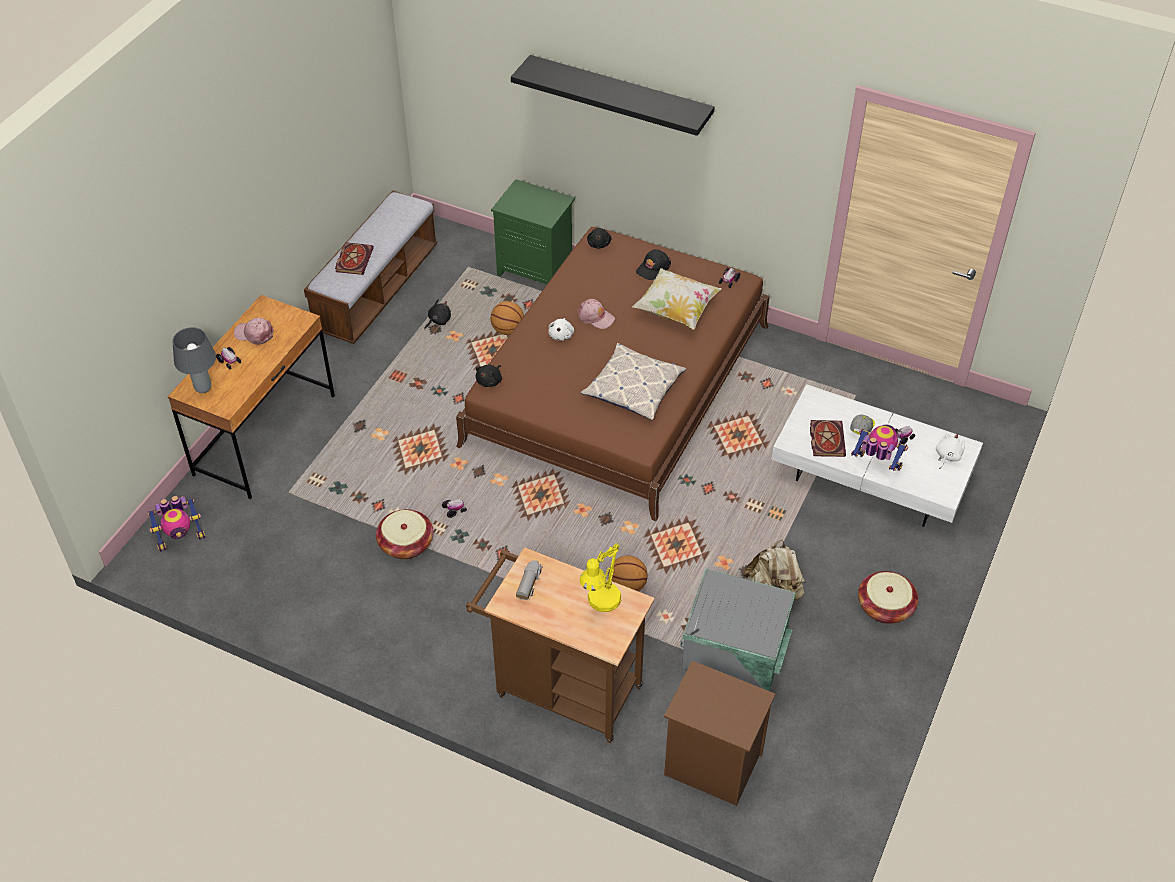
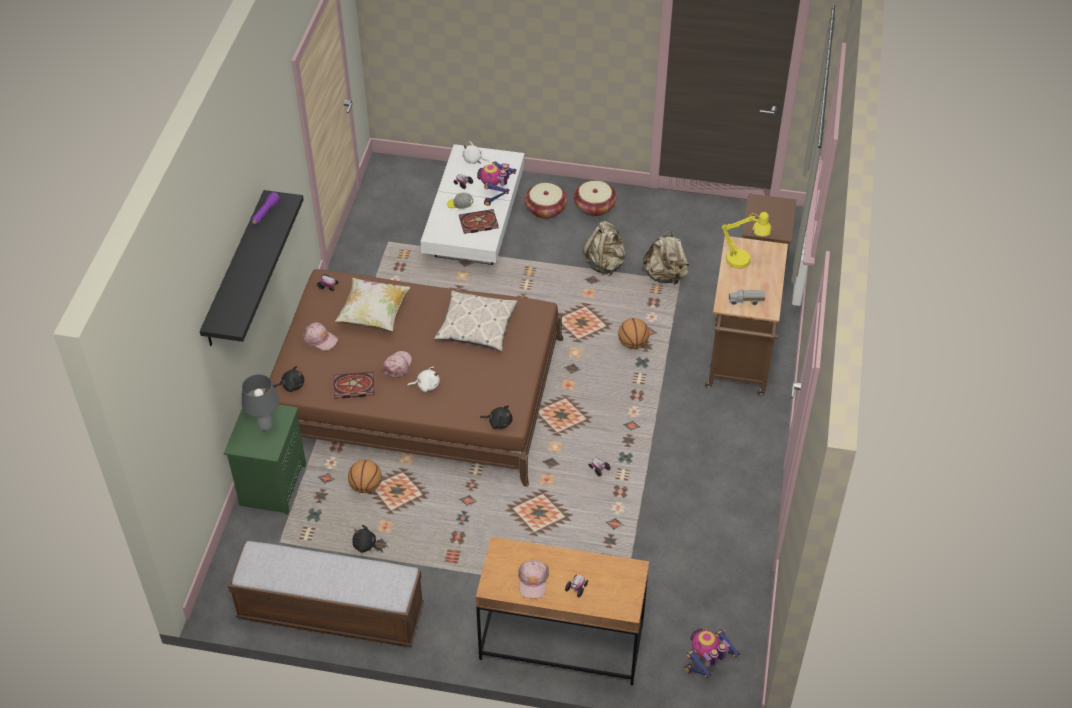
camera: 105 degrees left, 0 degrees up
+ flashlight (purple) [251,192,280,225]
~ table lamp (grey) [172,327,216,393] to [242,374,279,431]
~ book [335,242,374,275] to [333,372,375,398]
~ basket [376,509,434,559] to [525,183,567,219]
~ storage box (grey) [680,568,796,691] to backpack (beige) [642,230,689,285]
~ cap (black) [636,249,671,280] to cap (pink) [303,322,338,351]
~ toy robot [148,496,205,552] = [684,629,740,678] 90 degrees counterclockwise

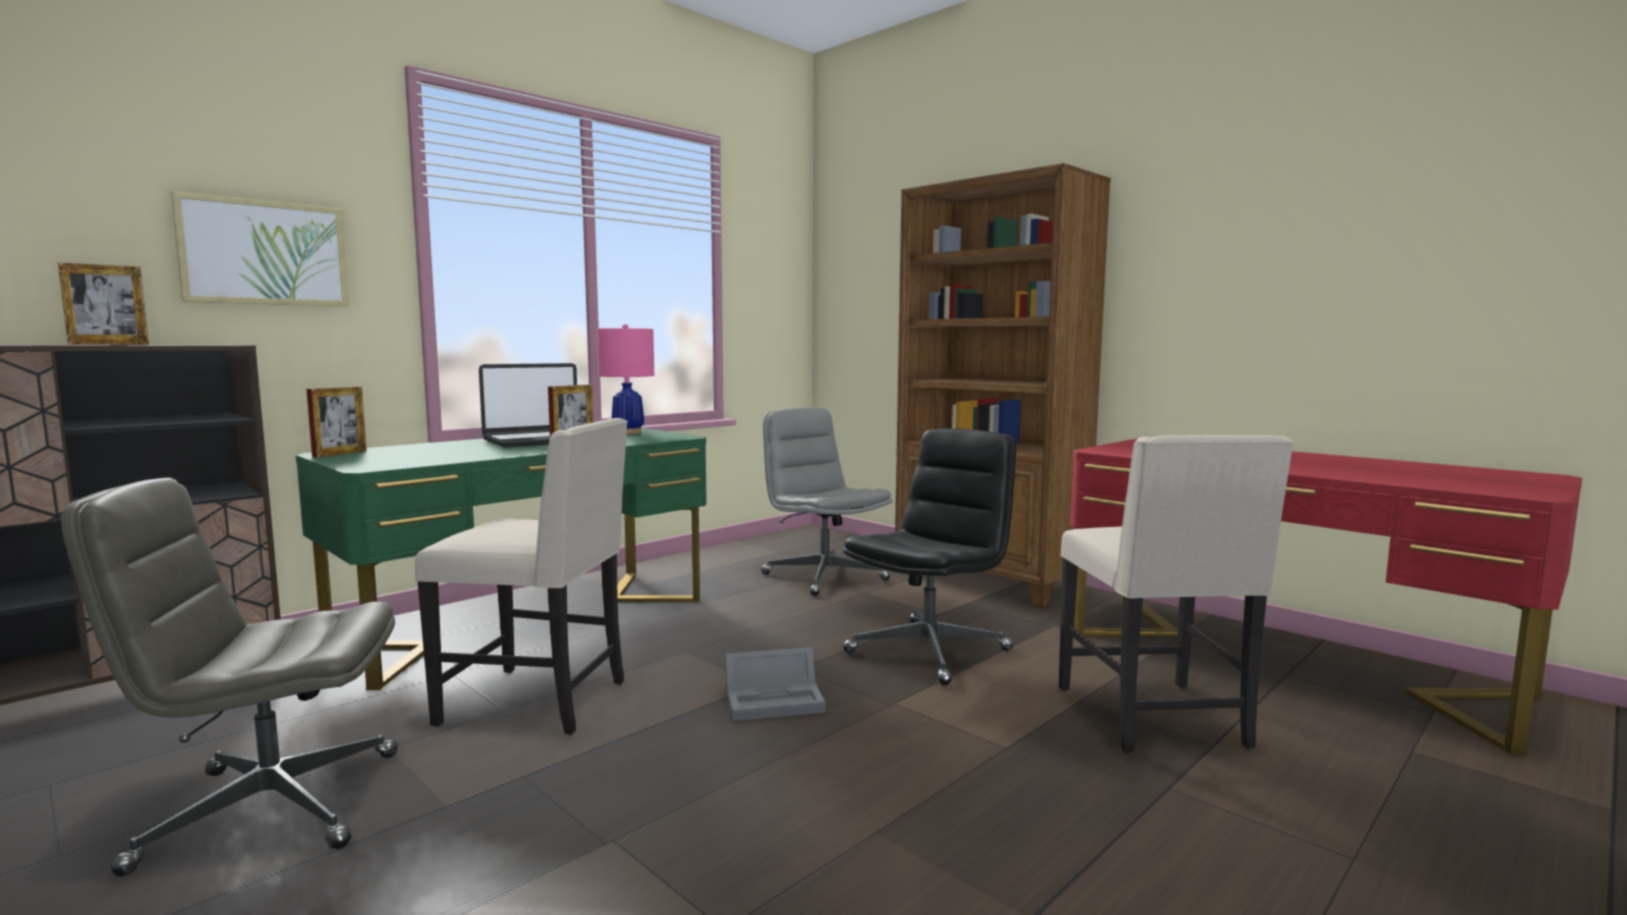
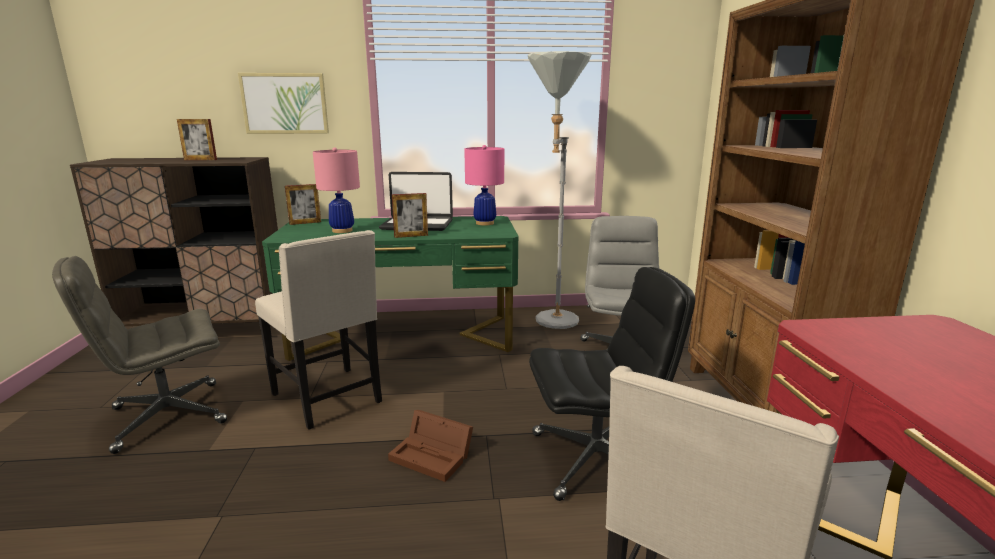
camera: 40 degrees right, 10 degrees up
+ table lamp (pink) [313,147,360,233]
+ floor lamp (grey) [528,51,592,329]
~ storage box (grey) [725,647,825,721] to storage box (brown) [388,410,473,482]
~ office chair (grey) [61,478,398,876] = [52,256,227,454] 60 degrees counterclockwise

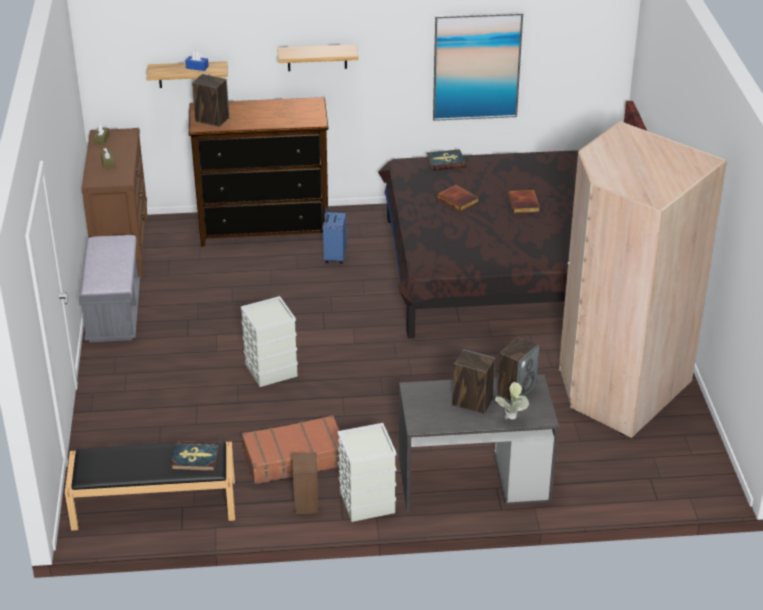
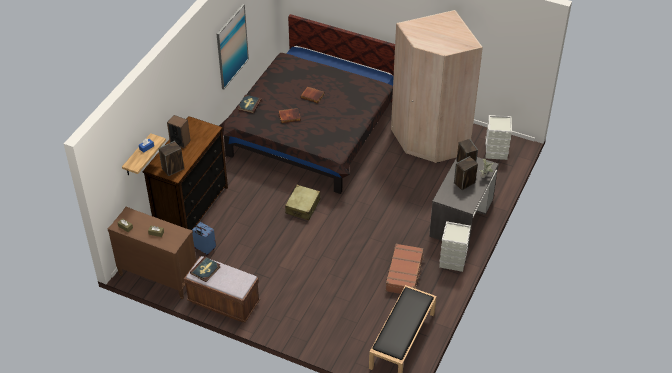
camera: 60 degrees left, 10 degrees up
- shelf [277,44,359,71]
+ suitcase (beige) [285,185,320,220]
~ book [170,441,220,471] to [190,257,221,282]
~ storage box (grey) [241,296,298,387] to [485,115,512,160]
~ speaker [293,453,319,514] to [167,115,191,148]
~ suitcase (blue) [323,205,347,264] to [192,222,216,255]
~ bench (grey) [78,235,140,342] to bench (brown) [184,256,260,323]

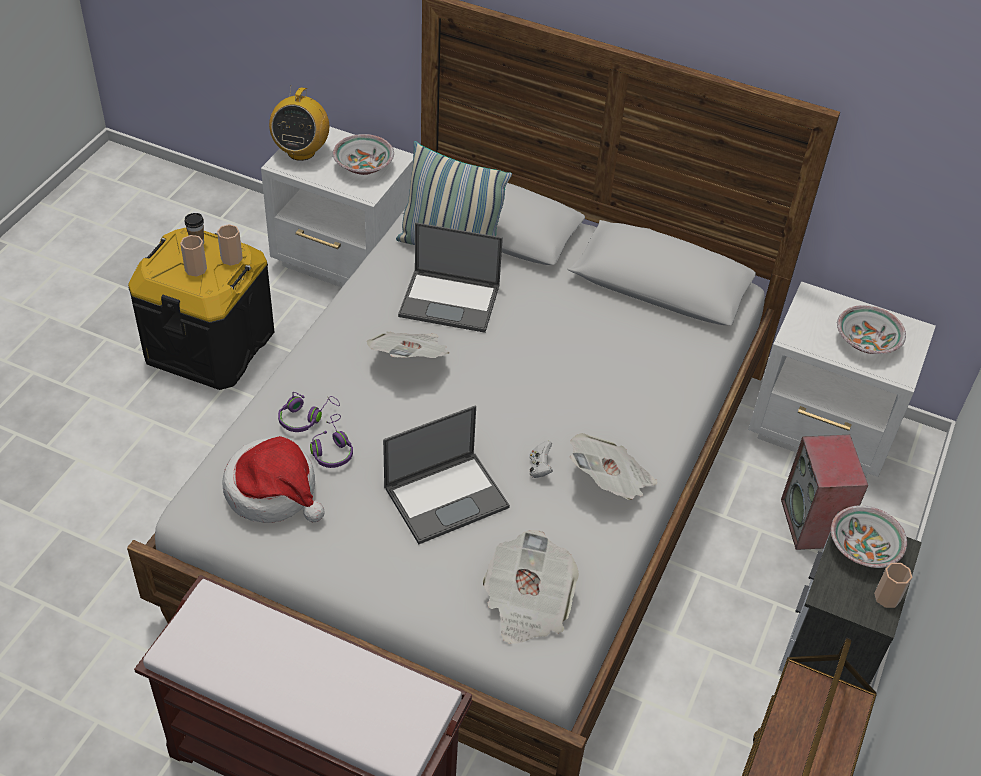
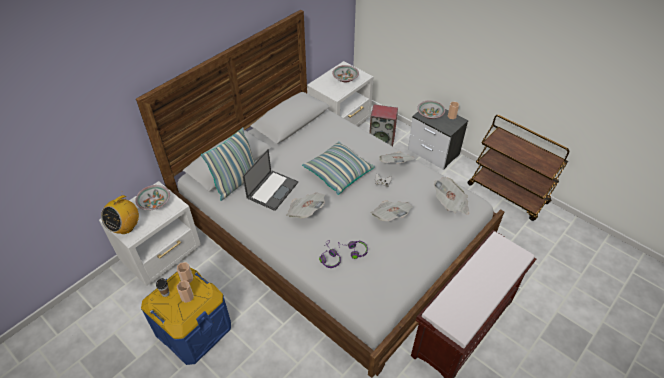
camera: 70 degrees left, 0 degrees up
- hat [222,436,325,523]
+ pillow [302,141,375,195]
~ laptop [383,405,510,544] to newspaper [370,200,413,221]
~ storage box (black) [128,228,274,390] to storage box (blue) [141,268,231,365]
~ radio [269,87,329,161] = [101,191,139,234] 90 degrees clockwise

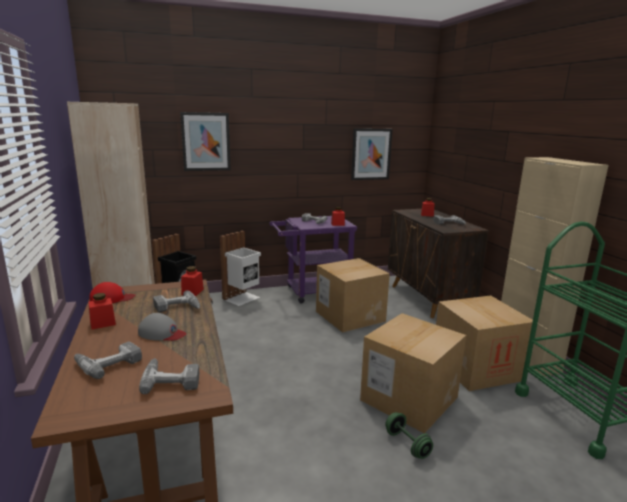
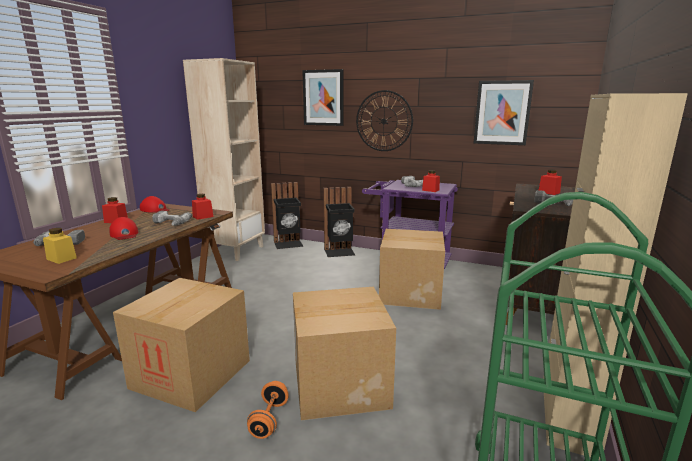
camera: 40 degrees right, 0 degrees up
+ wall clock [356,90,413,151]
~ cardboard box [436,296,533,391] to [113,278,250,412]
~ power drill [139,358,199,394] to jar (yellow) [43,228,77,264]
~ cap (grey) [138,313,186,341] to cap (red) [109,217,139,240]
~ trash can (white) [220,231,261,306] to trash can (black) [323,187,355,257]
~ dumbbell (green) [385,412,433,459] to dumbbell (orange) [247,381,289,439]

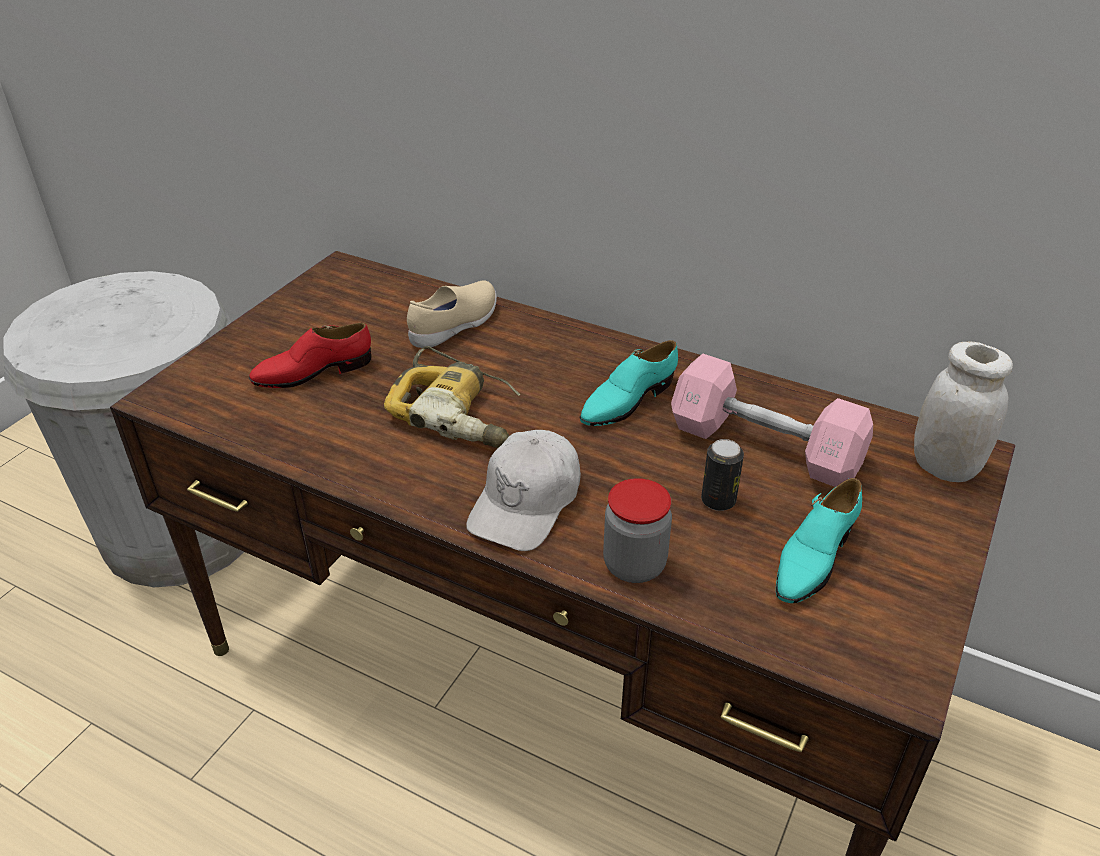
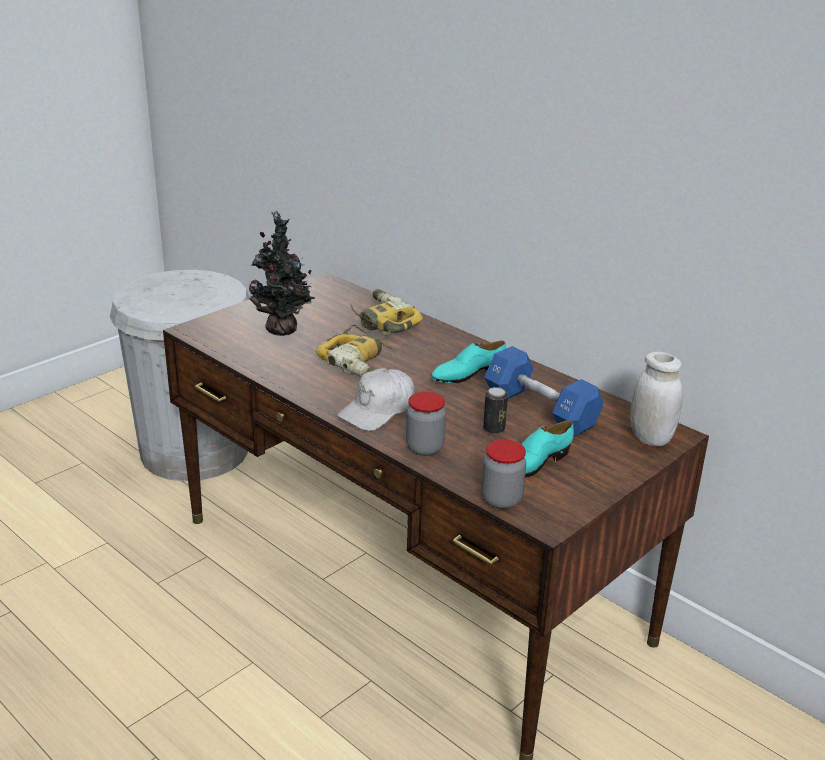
camera: 15 degrees right, 10 degrees down
+ jar [482,440,526,509]
~ shoe (red) [249,323,371,388] to potted plant [249,211,315,336]
~ shoe (beige) [407,280,497,348] to power drill [350,289,423,335]
~ dumbbell (pink) [671,353,873,487] to dumbbell (blue) [484,346,603,437]

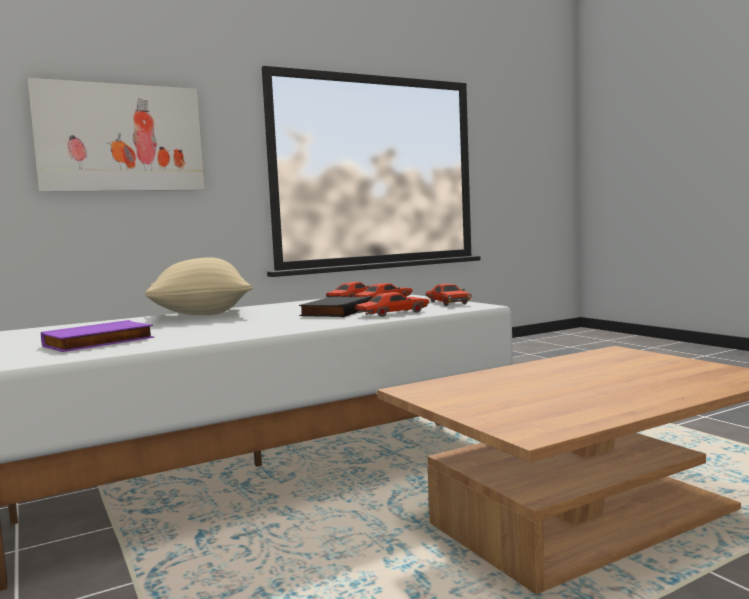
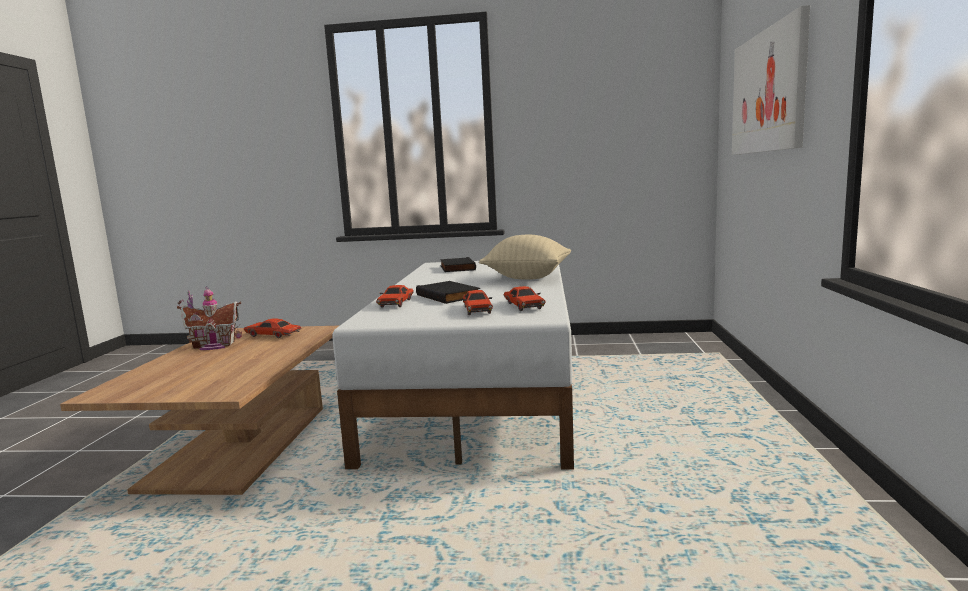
camera: 125 degrees right, 5 degrees up
+ toy house [177,286,242,350]
~ toy car (red) [426,284,472,306] to [244,318,301,338]
~ book (purple) [41,320,154,352] to book (black) [440,257,476,272]

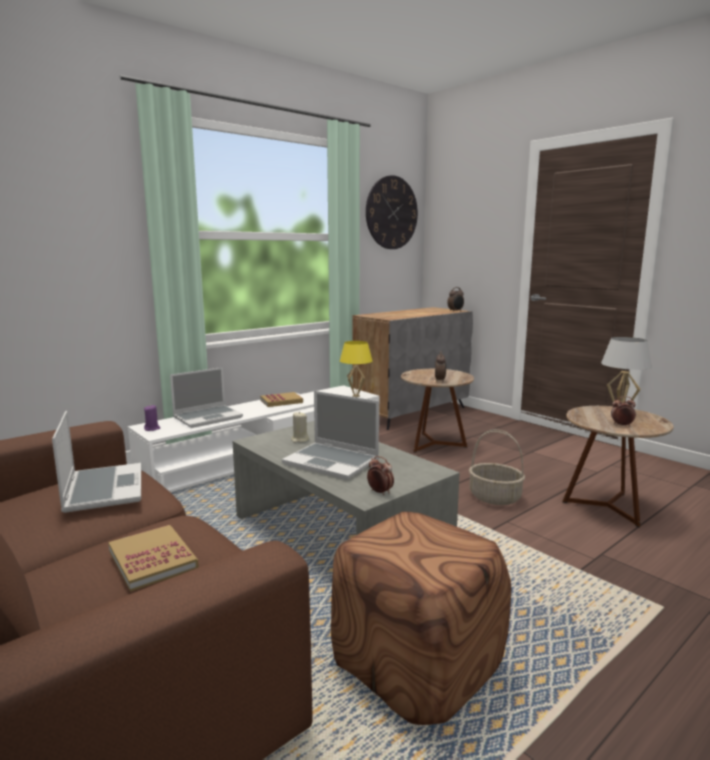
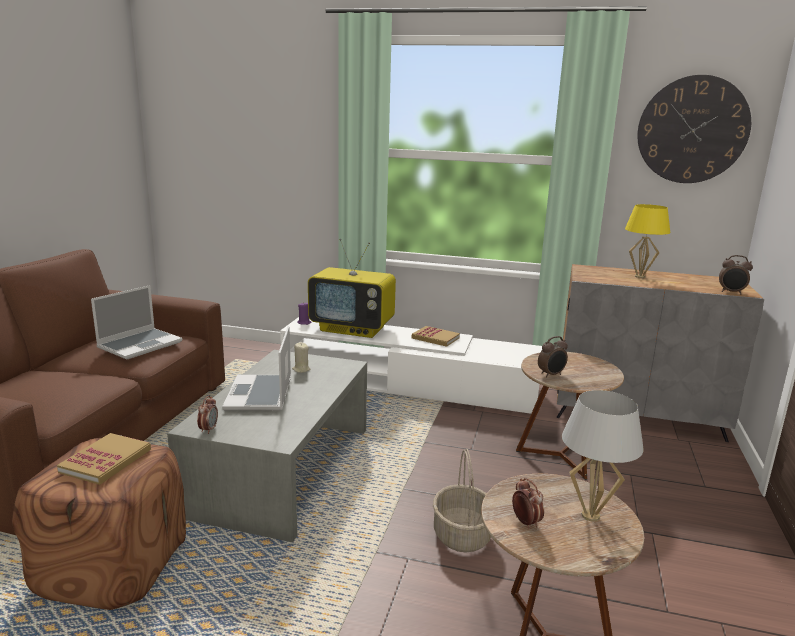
camera: 55 degrees right, 5 degrees up
~ book [108,525,199,592] to [57,433,151,485]
~ table lamp (yellow) [340,341,372,397] to [625,204,670,278]
~ laptop [170,367,243,428] to television [308,239,396,338]

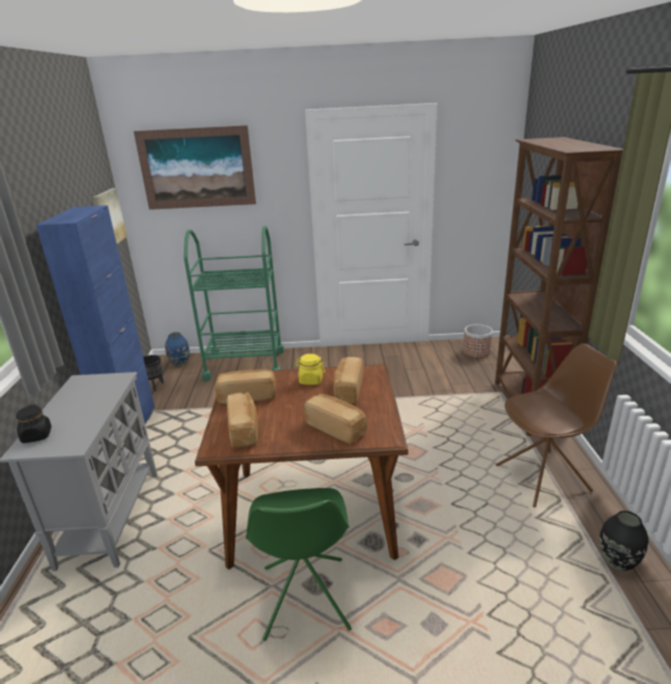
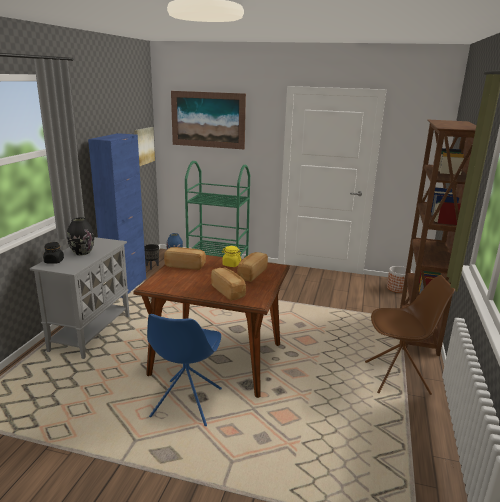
camera: 15 degrees right, 5 degrees down
- bread [227,393,258,448]
~ vase (black) [599,511,648,571] to [67,217,94,255]
~ chair (green) [246,488,352,641] to chair (blue) [147,314,222,426]

